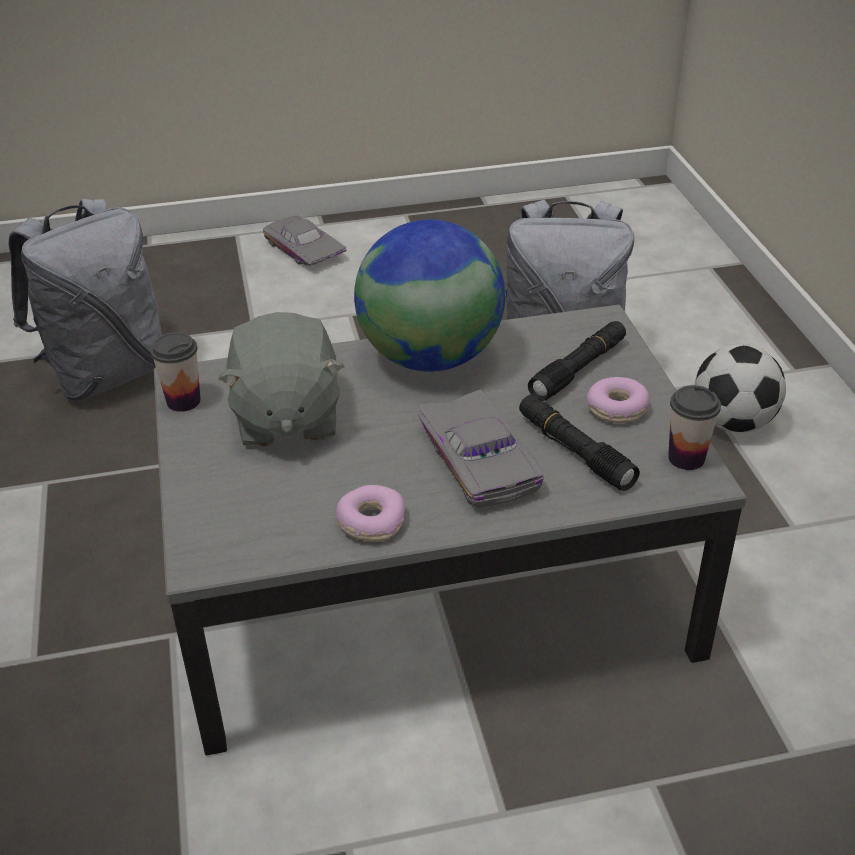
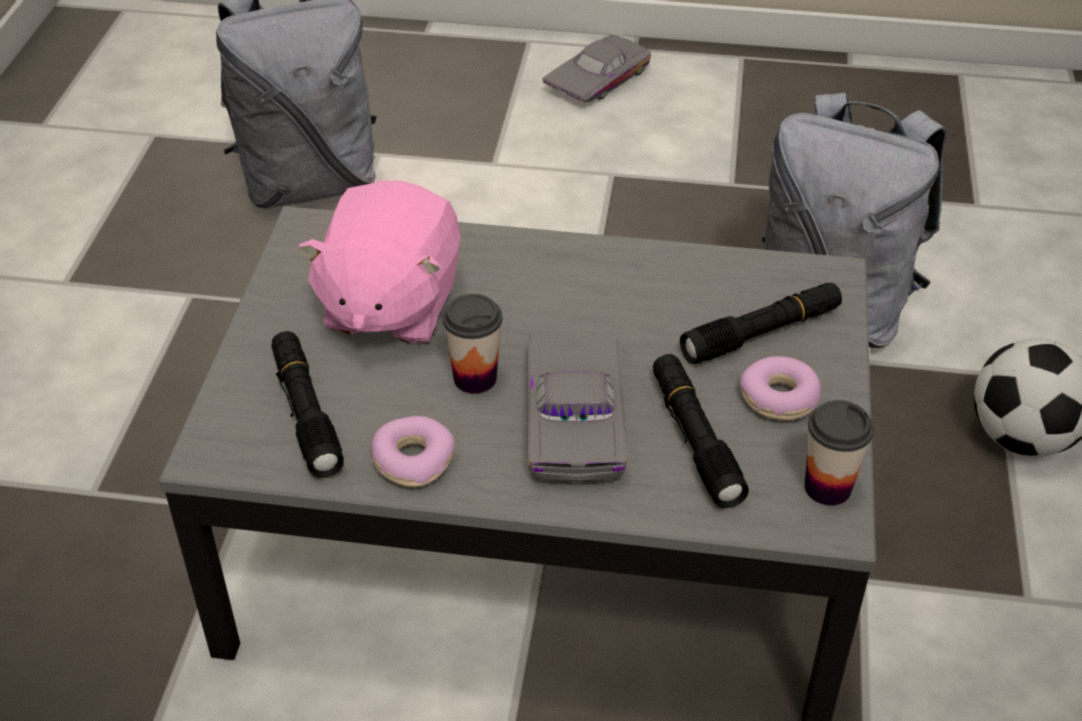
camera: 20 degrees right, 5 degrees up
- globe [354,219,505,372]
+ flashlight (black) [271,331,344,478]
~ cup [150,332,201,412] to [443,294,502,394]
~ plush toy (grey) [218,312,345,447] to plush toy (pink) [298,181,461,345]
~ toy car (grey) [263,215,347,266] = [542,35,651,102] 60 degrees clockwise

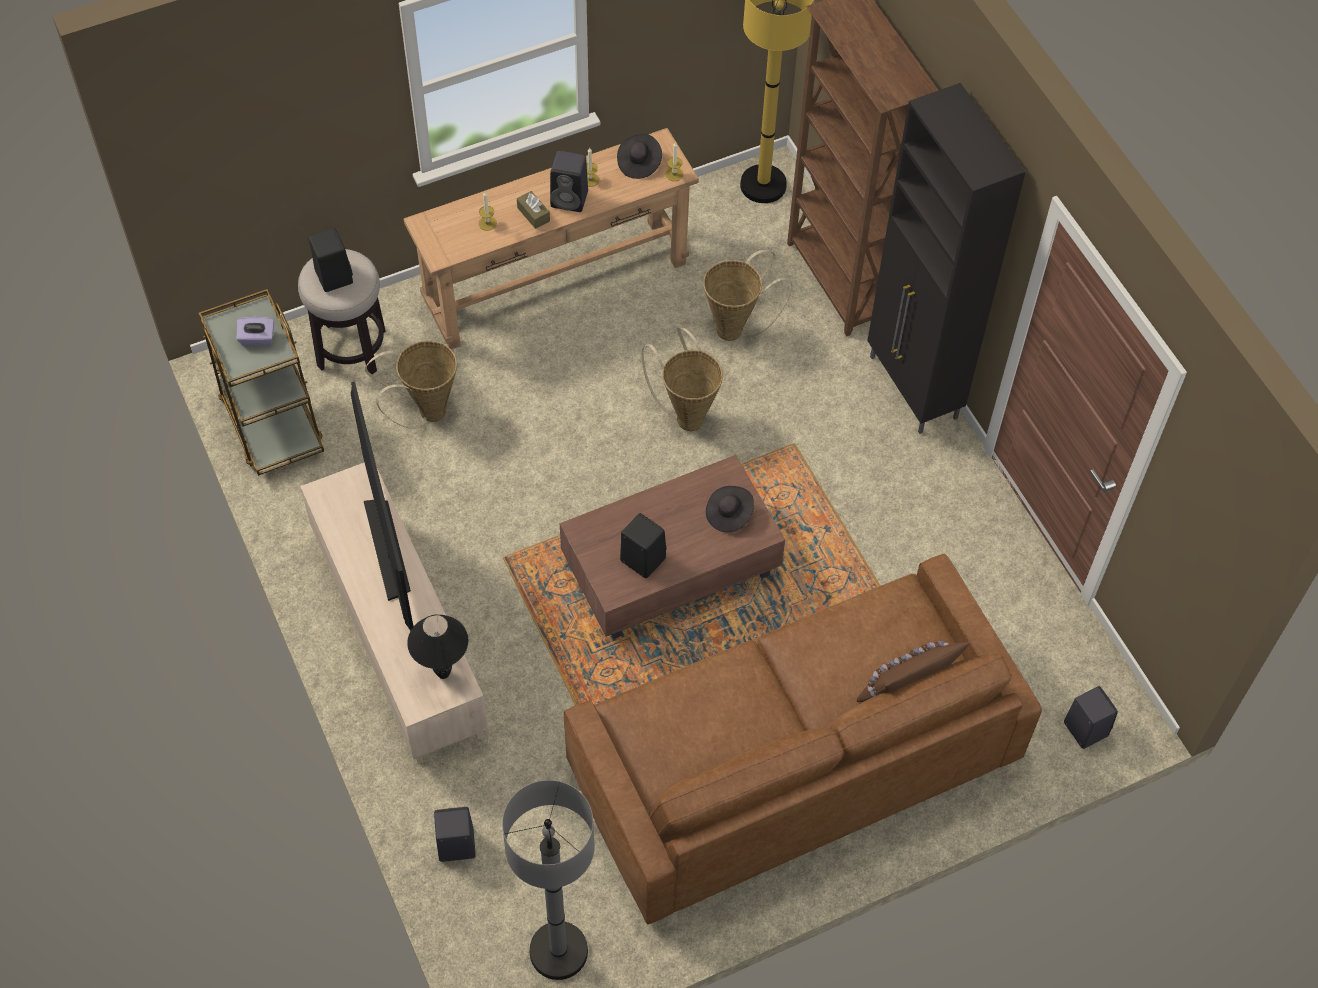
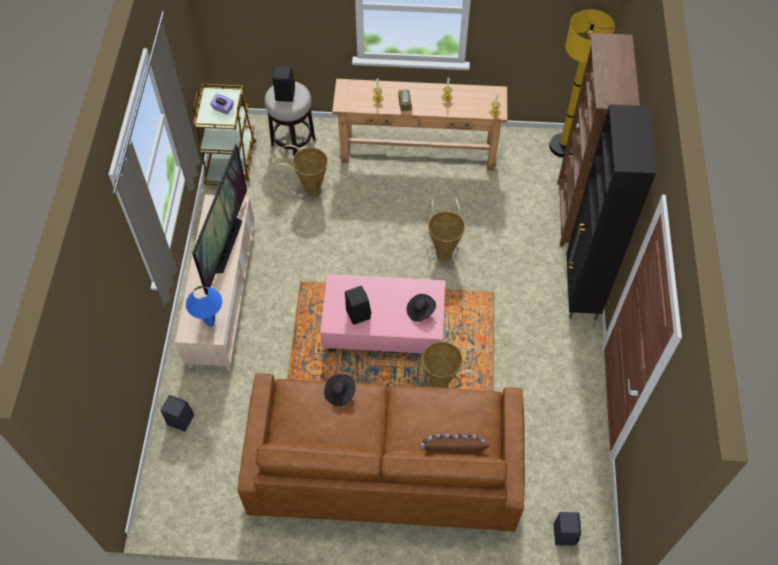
camera: 30 degrees right, 0 degrees up
- floor lamp (grey) [502,780,595,980]
- speaker (black) [550,151,588,212]
~ hat (black) [617,134,662,179] to [324,374,355,406]
~ basket [703,249,793,341] to [422,341,482,390]
~ table lamp (black) [407,615,468,679] to table lamp (blue) [186,286,222,327]
~ coffee table (brown) [560,455,785,639] to coffee table (pink) [320,274,445,353]

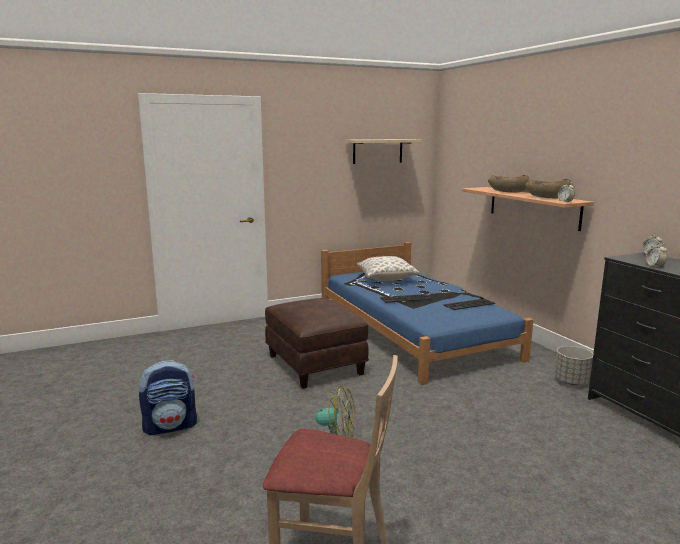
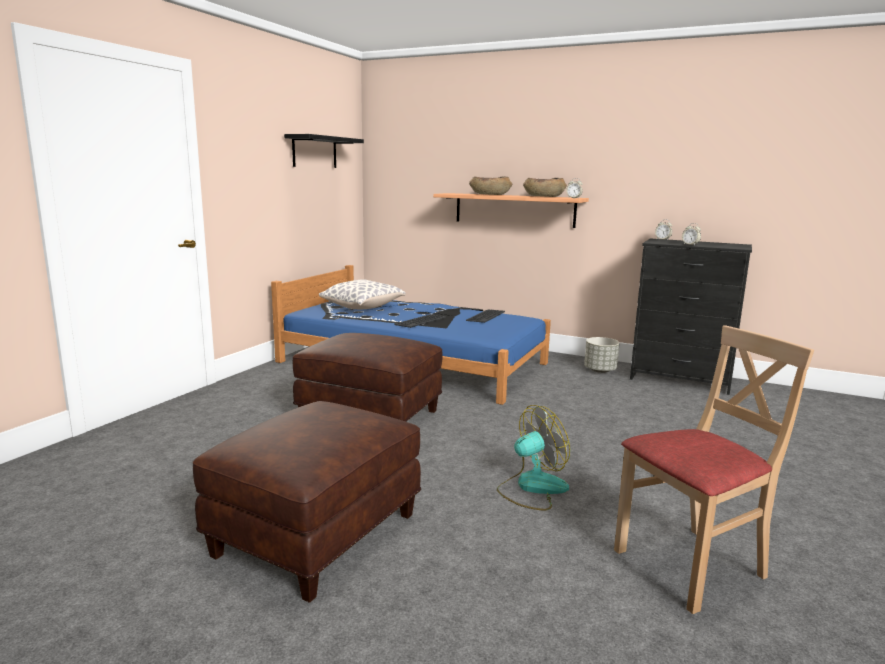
camera: 40 degrees left, 0 degrees up
~ backpack [139,360,197,435] to ottoman (brown) [193,401,421,603]
~ shelf (beige) [345,139,421,164] to shelf (black) [284,134,364,168]

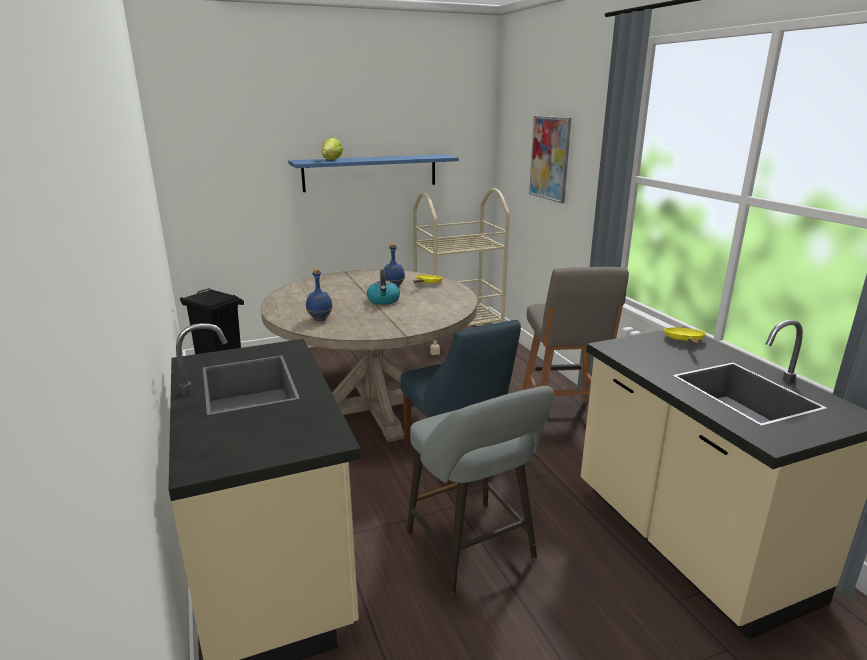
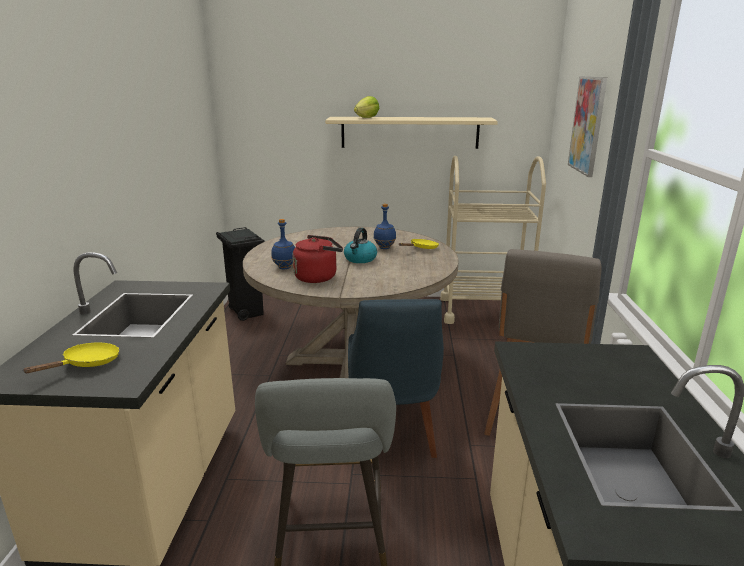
camera: 25 degrees right, 0 degrees up
+ kettle (red) [292,235,343,283]
~ frying pan (yellow) [664,327,706,346] to [22,343,120,373]
~ shelf (blue) [288,154,459,192] to shelf (beige) [325,117,498,149]

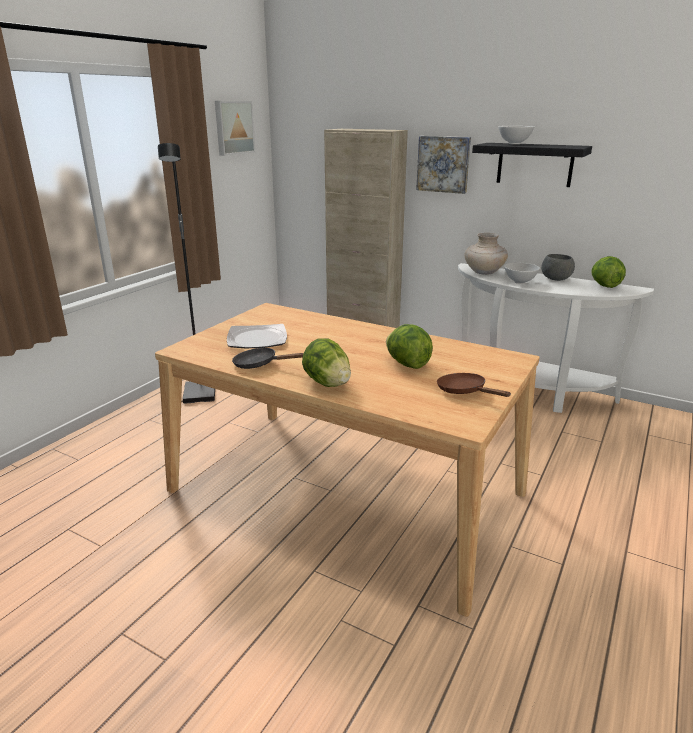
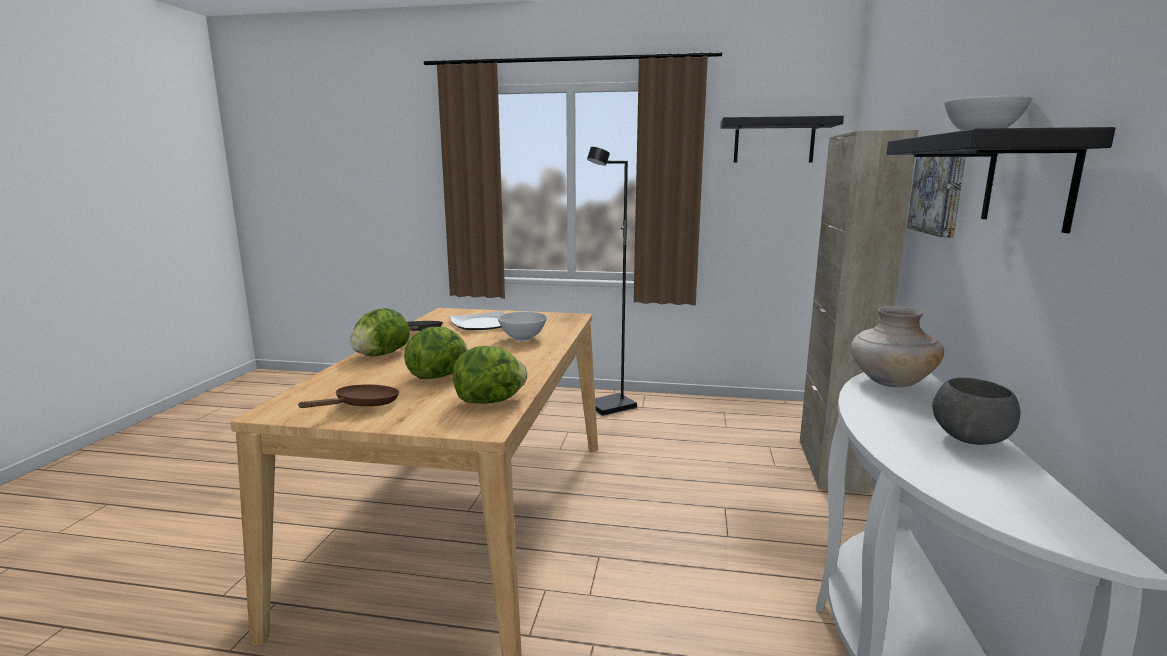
camera: 70 degrees right, 10 degrees down
~ bowl (white) [504,263,540,284] to [498,312,547,341]
~ lettuce [592,256,626,288] to [453,346,528,404]
~ picture [215,101,255,156] to shelf (black) [720,116,844,163]

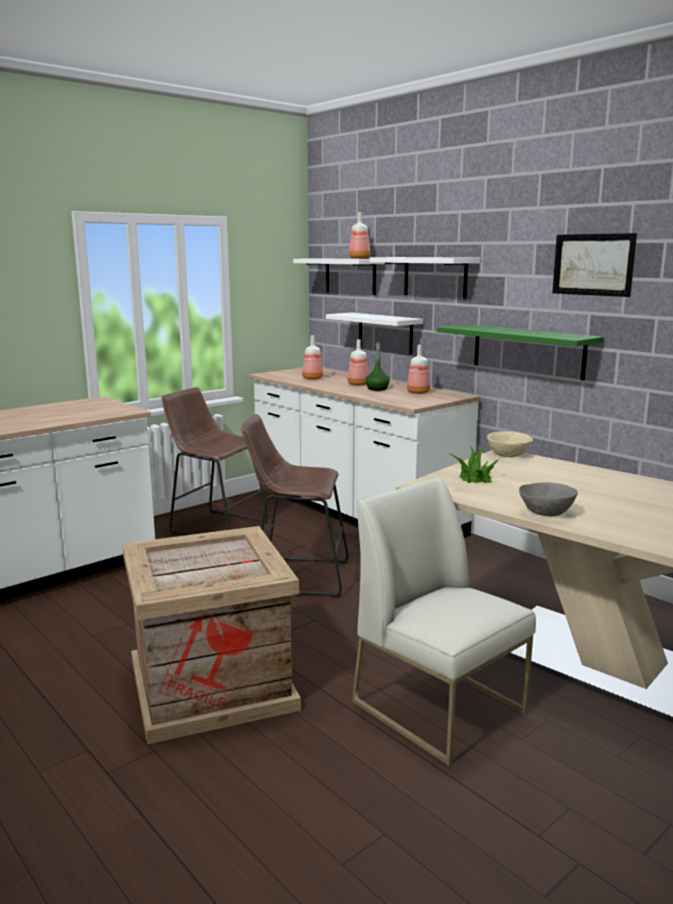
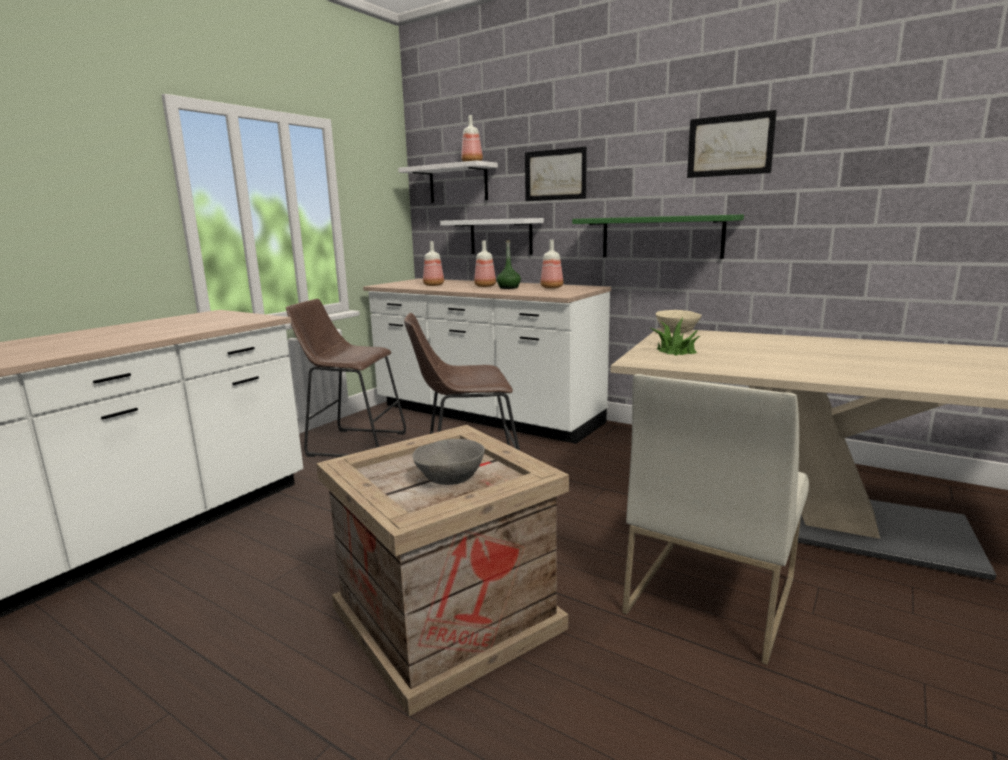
camera: 15 degrees left, 0 degrees up
~ bowl (grey) [519,482,578,516] to [413,439,485,485]
~ shelf (white) [370,257,480,298] to picture [525,147,587,201]
~ chair (white) [352,477,536,766] = [622,374,809,665] 90 degrees counterclockwise

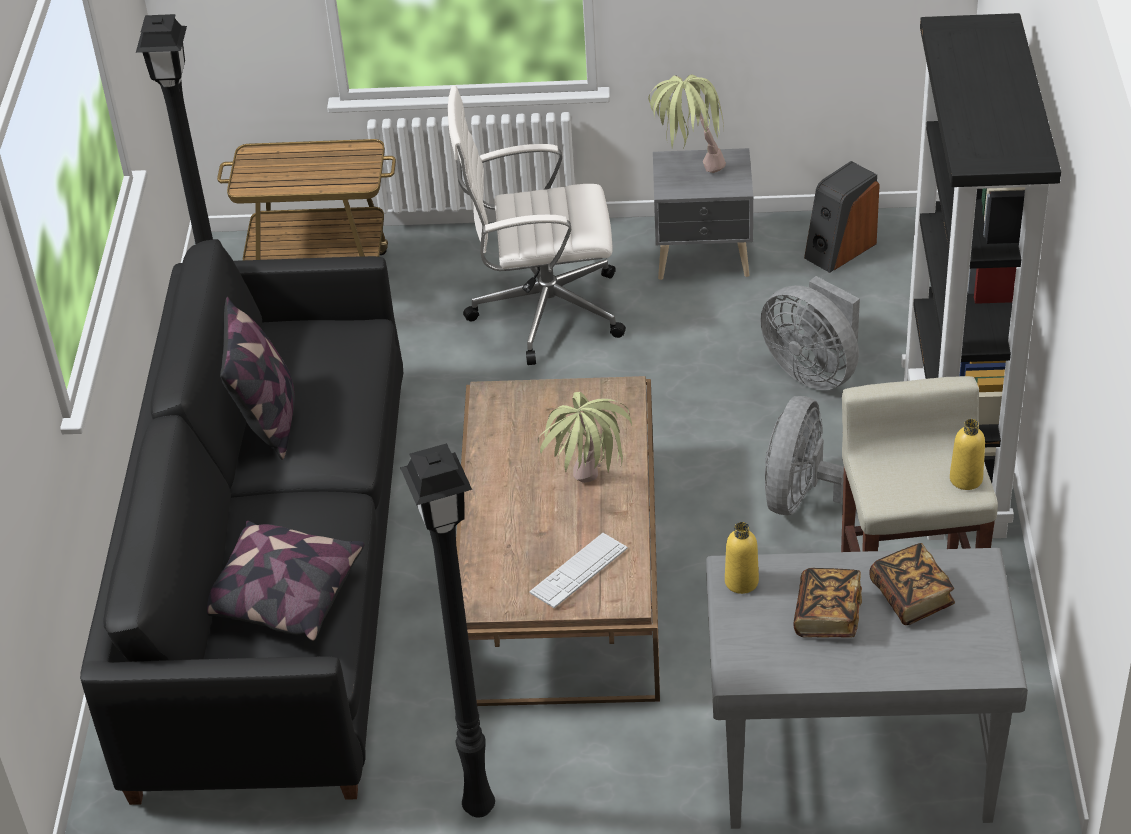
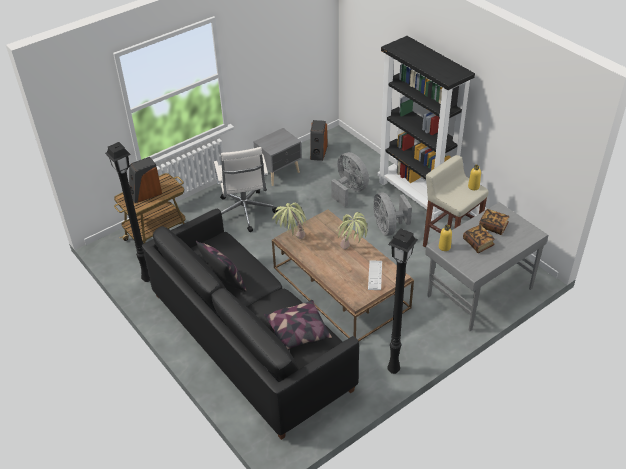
camera: 40 degrees left, 0 degrees up
+ speaker [129,157,162,203]
~ potted plant [648,75,726,173] to [272,203,307,239]
~ office chair (white) [448,85,626,365] = [214,147,278,232] 60 degrees counterclockwise
~ fan (grey) [760,276,860,390] = [331,152,369,207] 135 degrees counterclockwise

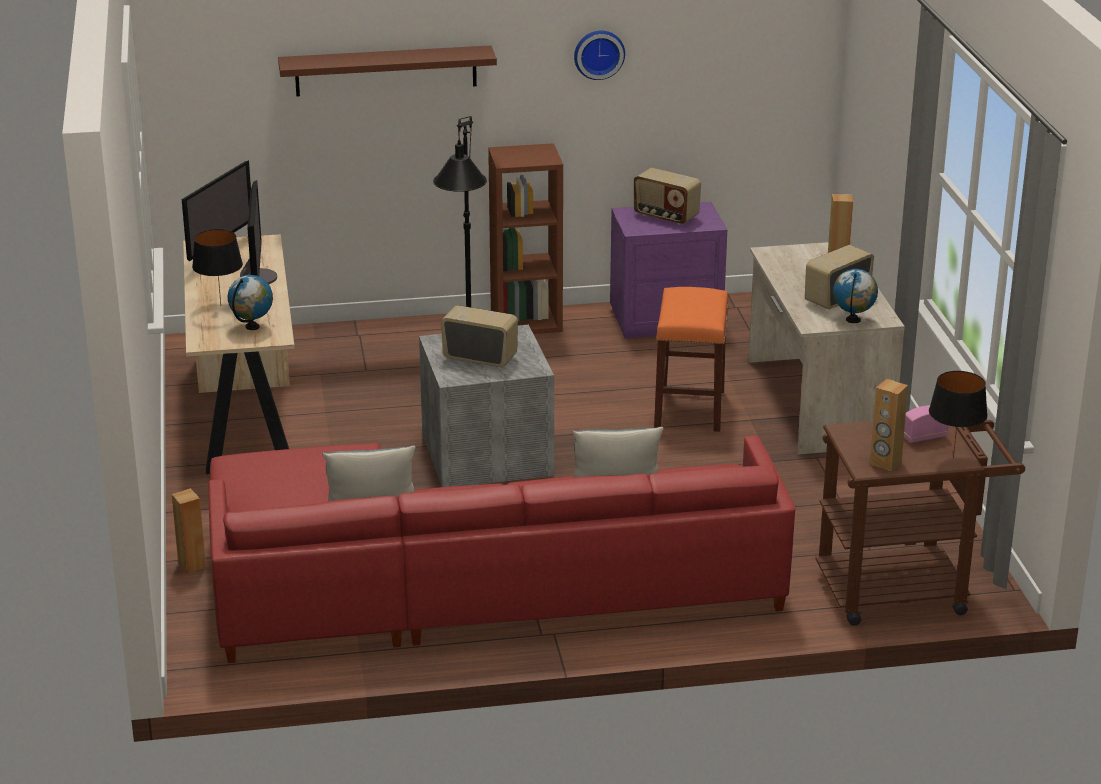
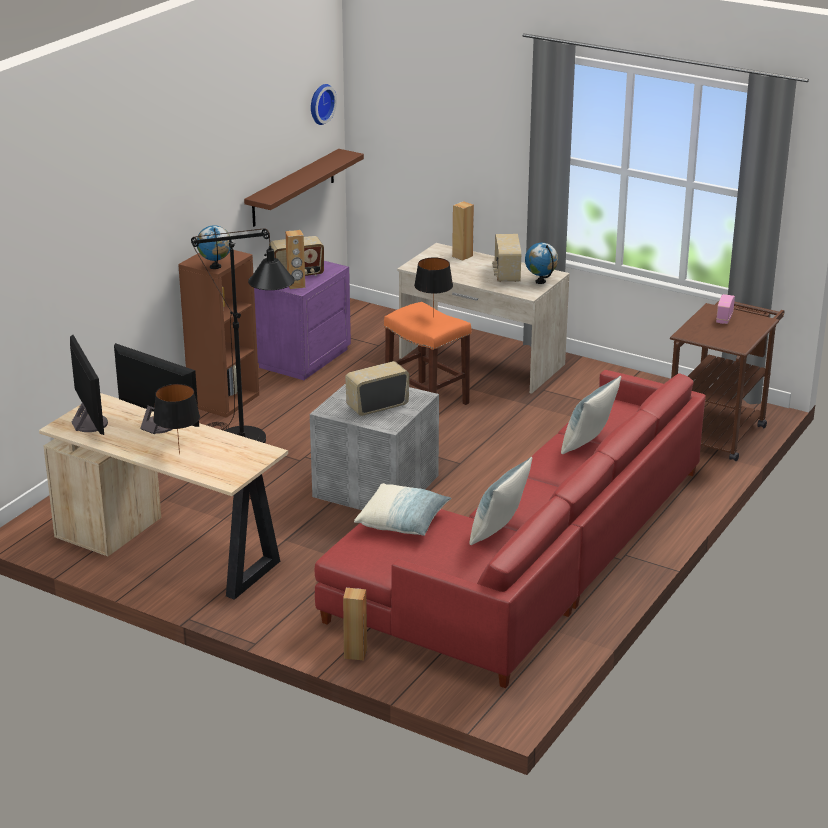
camera: 50 degrees left, 0 degrees up
+ pillow [354,483,452,536]
~ globe [228,275,273,330] to [196,225,231,269]
~ shelf (brown) [278,45,497,97] to [244,149,364,227]
~ wall clock [574,31,625,80] to [311,84,337,125]
~ speaker (brown) [870,379,908,471] to [285,230,305,289]
~ table lamp (black) [929,371,988,459] to [414,257,453,318]

